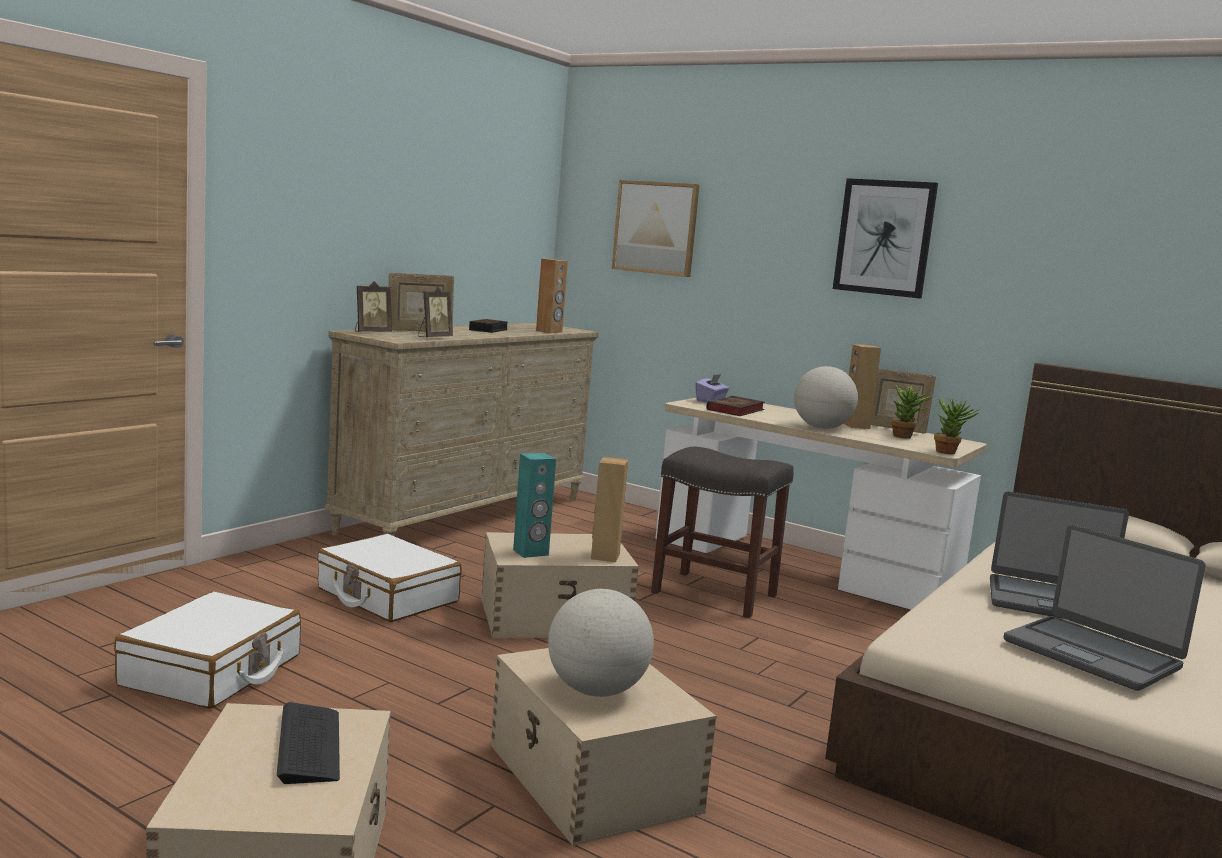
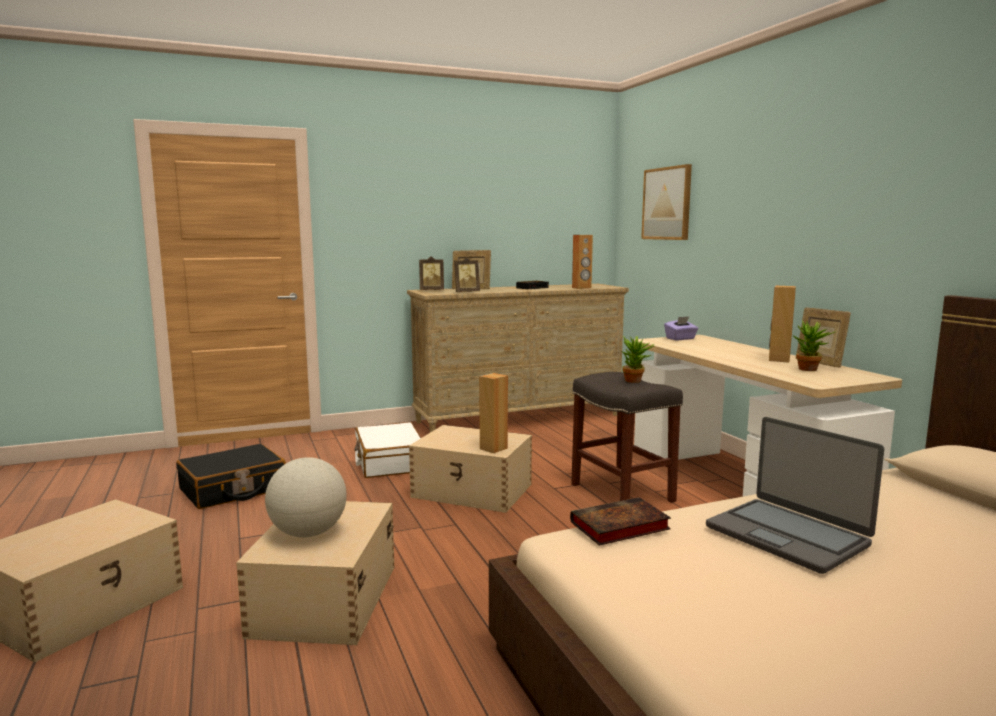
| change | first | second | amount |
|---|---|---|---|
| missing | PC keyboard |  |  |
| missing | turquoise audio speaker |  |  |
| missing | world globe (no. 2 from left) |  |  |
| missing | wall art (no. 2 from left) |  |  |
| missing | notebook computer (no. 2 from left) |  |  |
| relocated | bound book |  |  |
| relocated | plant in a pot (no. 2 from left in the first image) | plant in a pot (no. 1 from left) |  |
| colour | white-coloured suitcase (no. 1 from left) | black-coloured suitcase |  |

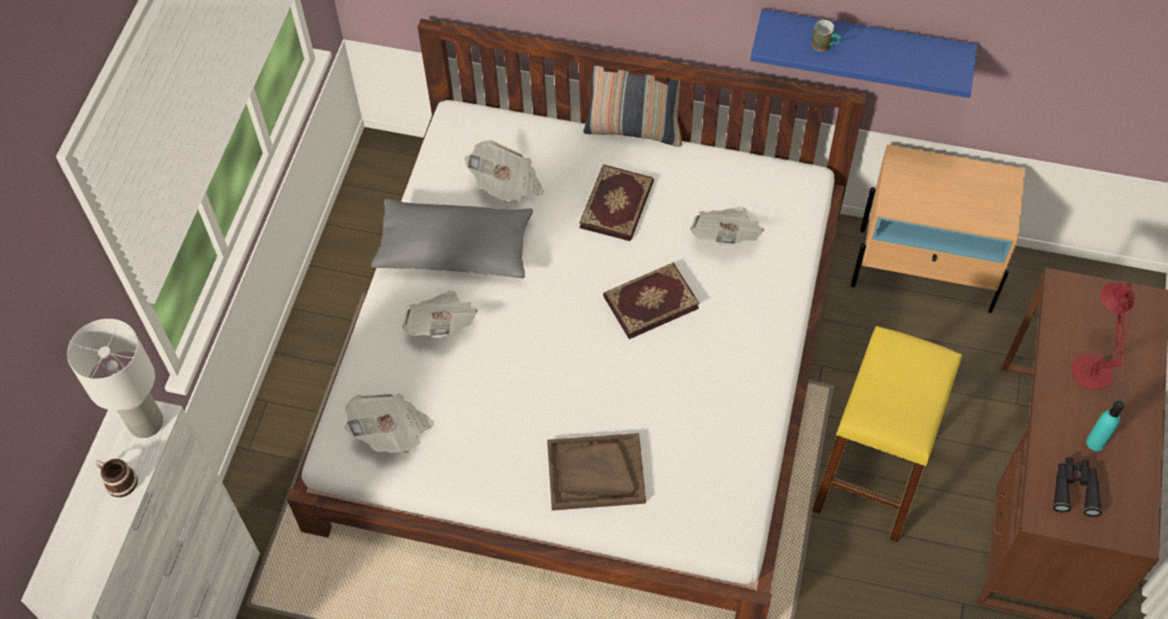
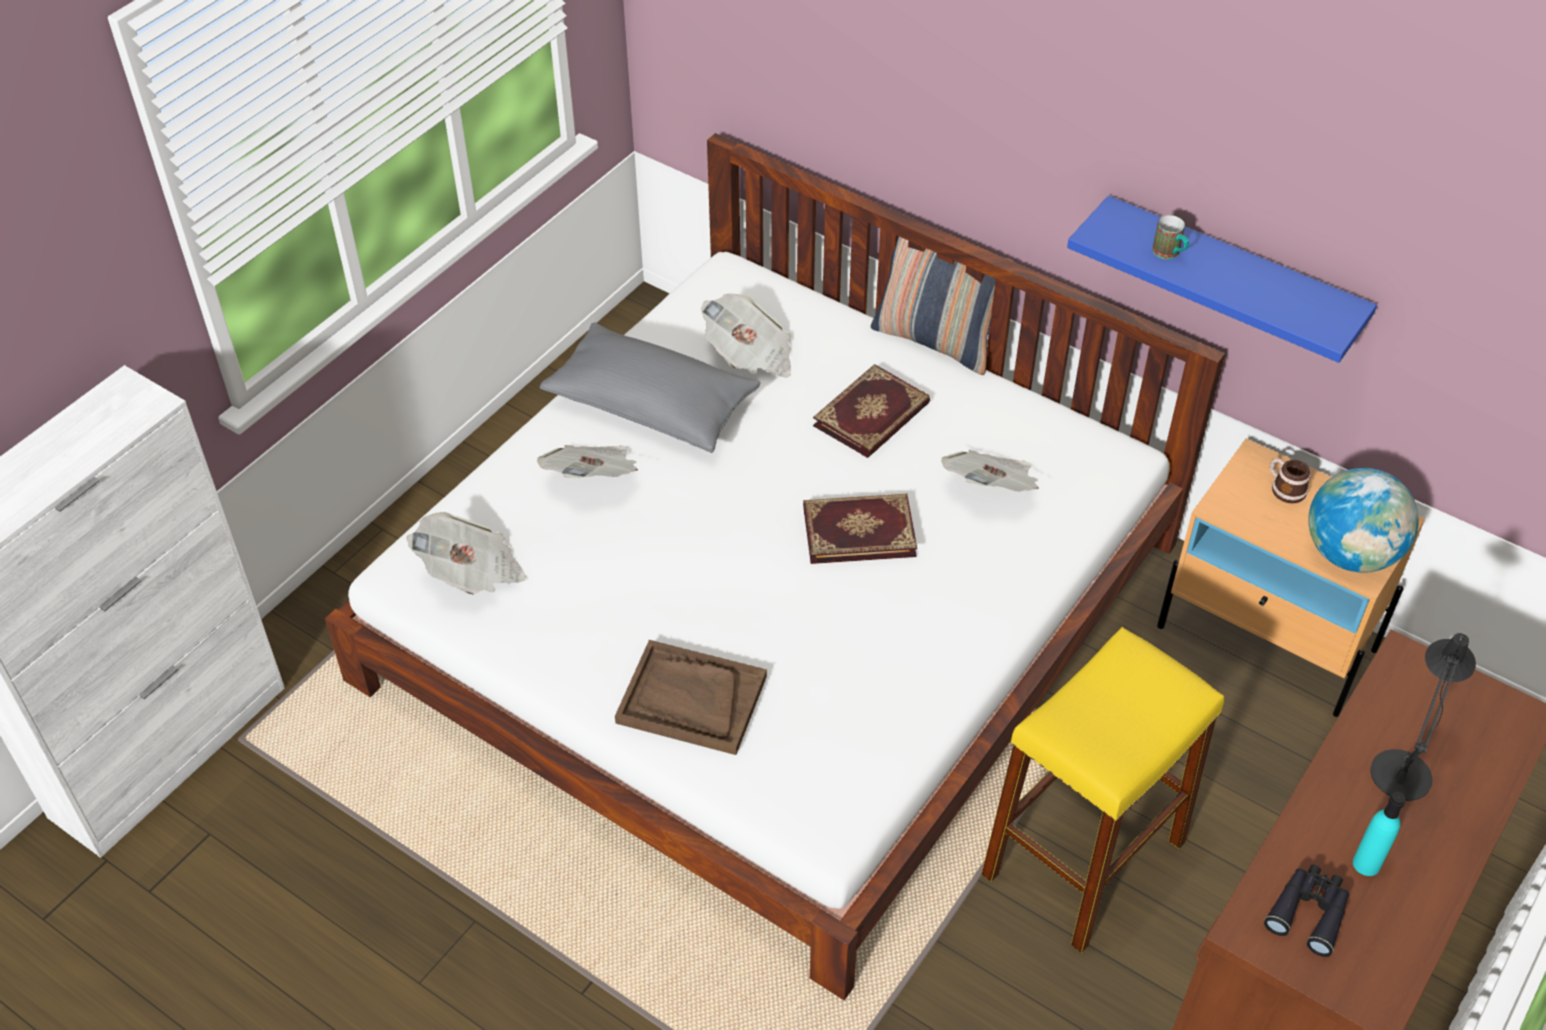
| change | first | second | amount |
|---|---|---|---|
| missing | white-coloured tabletop lamp |  |  |
| appeared |  | world globe |  |
| relocated | mug (no. 1 from left in the first image) | mug (no. 2 from left) |  |
| colour | reddish tabletop lamp | black-coloured tabletop lamp |  |

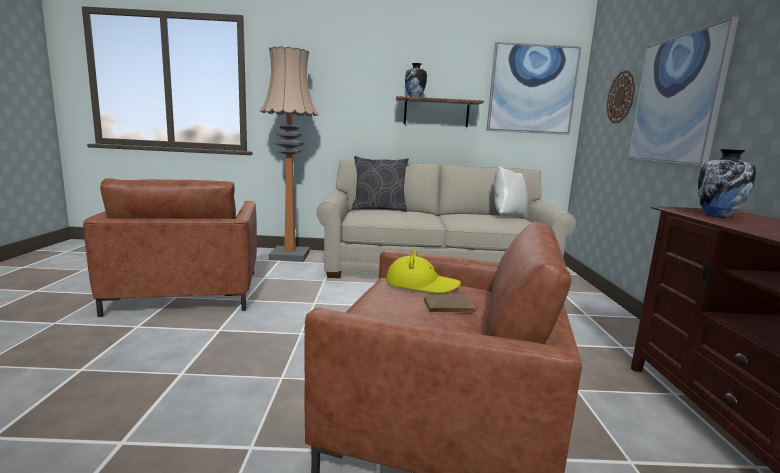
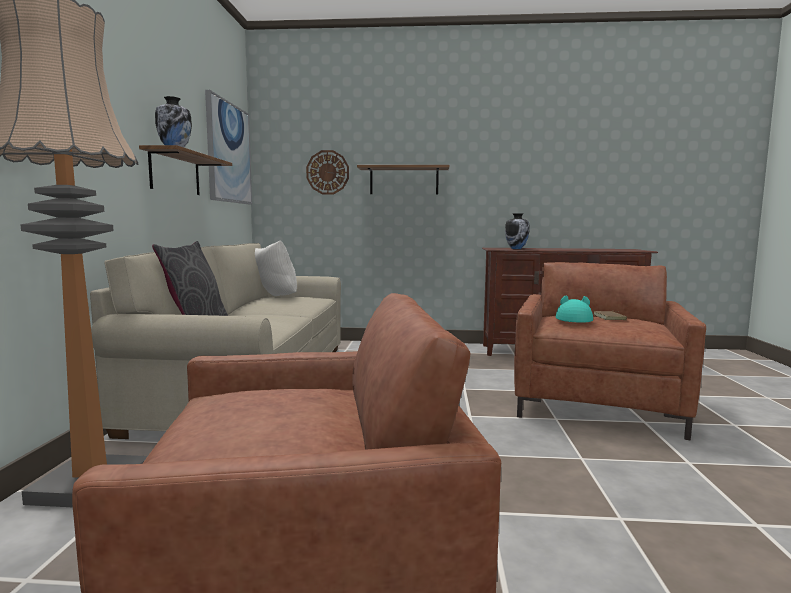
| change | first | second | amount |
|---|---|---|---|
| exchanged | wall art (no. 2 from left) | shelf (no. 2 from left) |  |
| colour | yellow clothing hat | turquoise clothing hat |  |

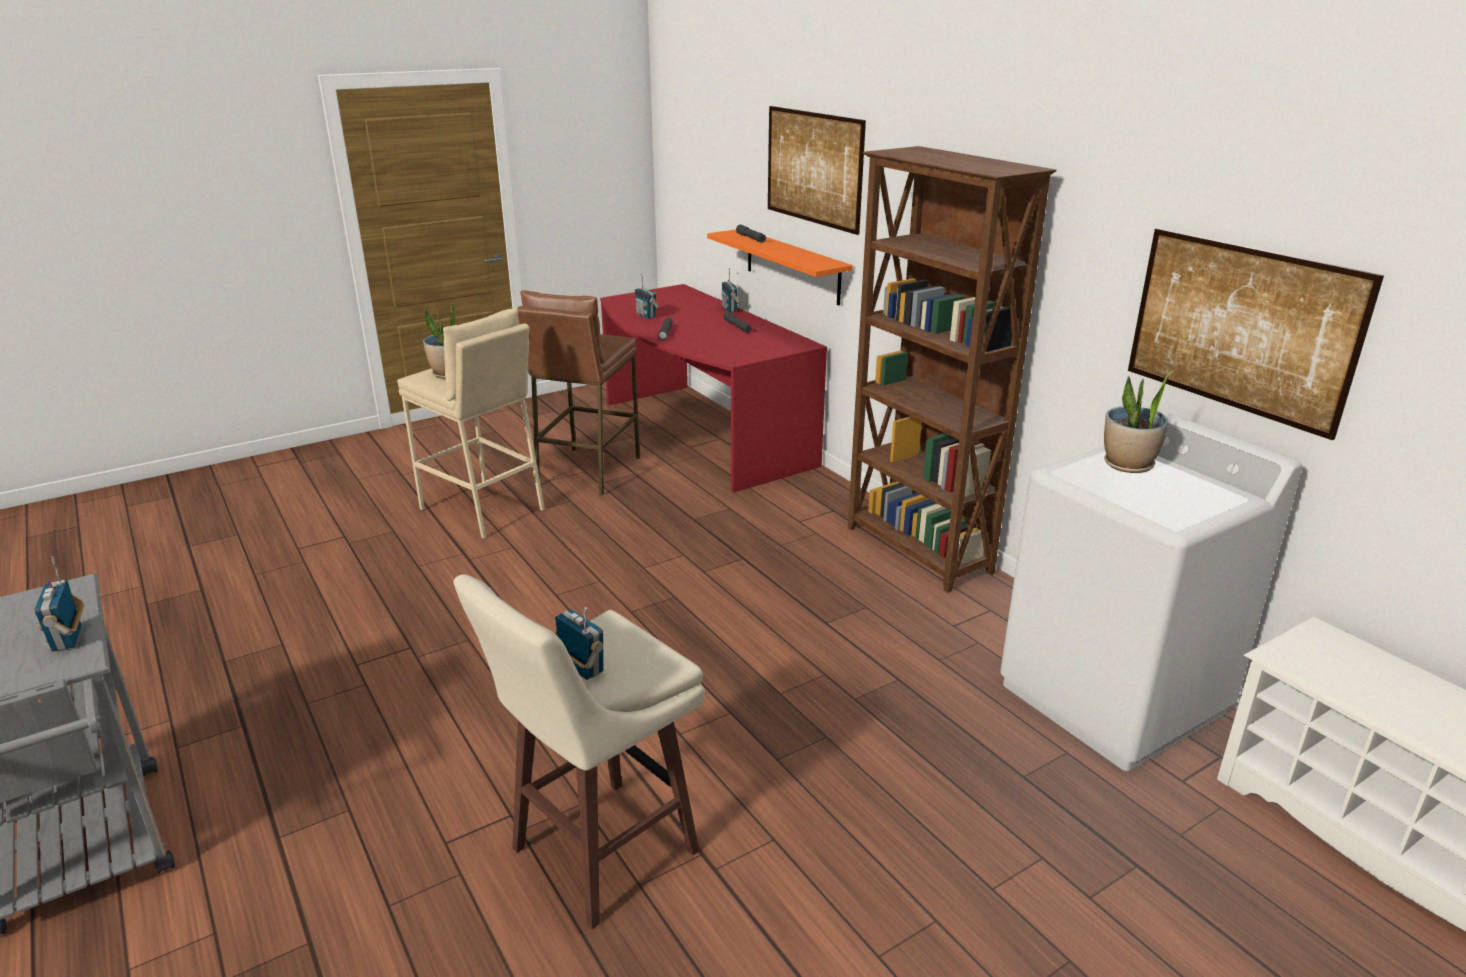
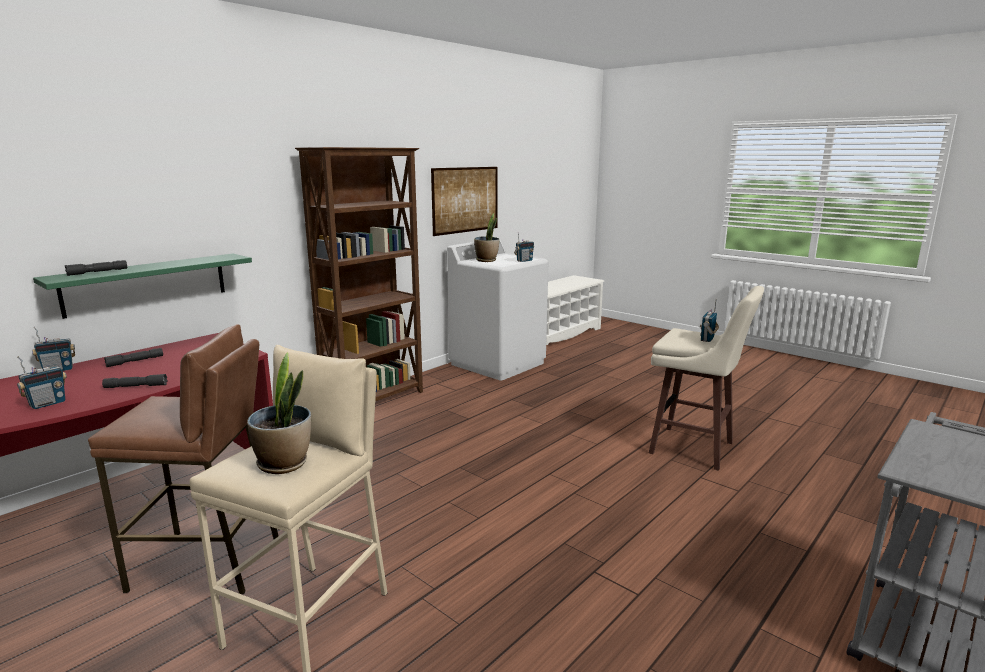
| change | first | second | amount |
|---|---|---|---|
| missing | wall art (no. 1 from left) |  |  |
| relocated | radio set (no. 1 from left in the first image) | radio set (no. 3 from left) |  |
| colour | orangey shelf | greenish shelf |  |

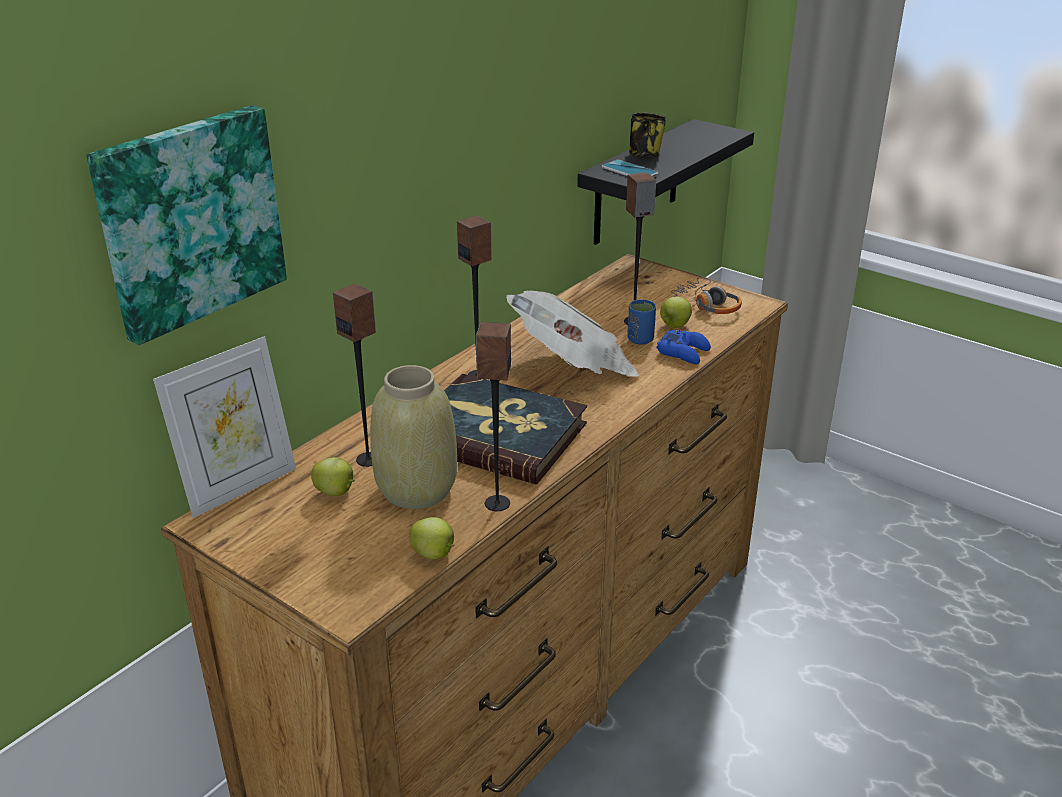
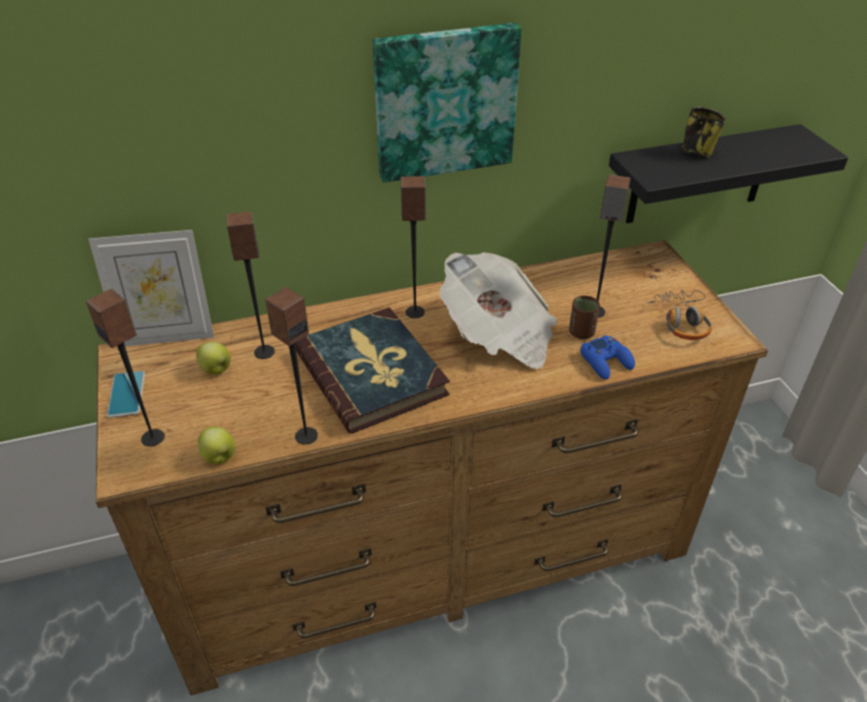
| change | first | second | amount |
|---|---|---|---|
| missing | sand-coloured vase |  |  |
| missing | apple (no. 3 from left) |  |  |
| appeared |  | audio speaker (no. 1 from left) |  |
| relocated | wall art |  |  |
| relocated | phone |  |  |
| colour | bluish small cup | brown-coloured small cup |  |

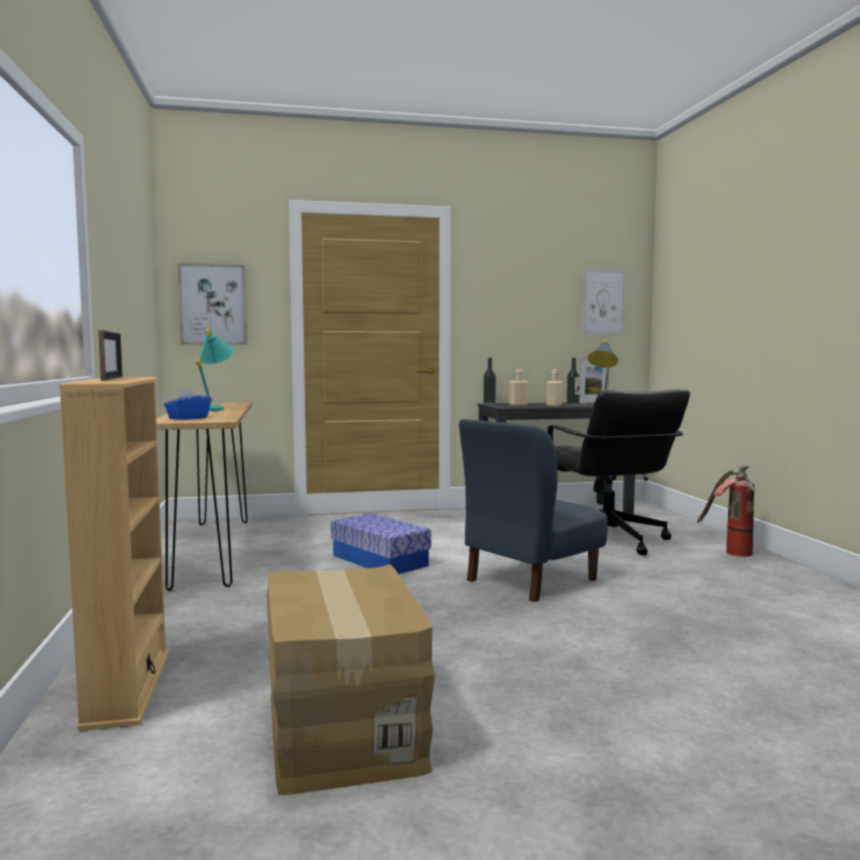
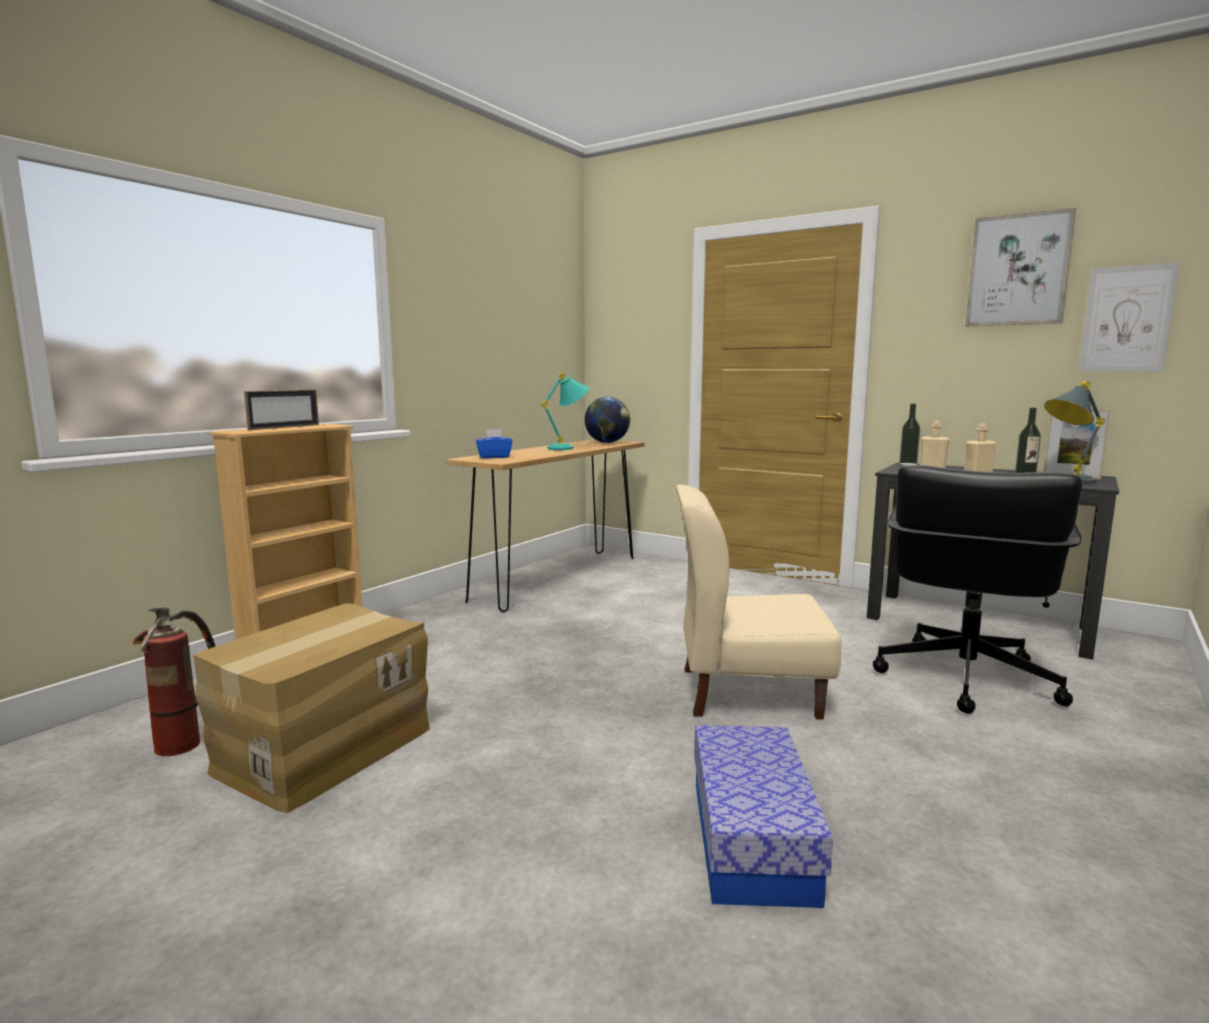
| change | first | second | amount |
|---|---|---|---|
| appeared |  | world globe |  |
| relocated | wall art (no. 1 from left) |  |  |
| relocated | storage bin |  |  |
| relocated | fire extinguisher |  |  |
| colour | bluish chair | sand-coloured chair |  |

